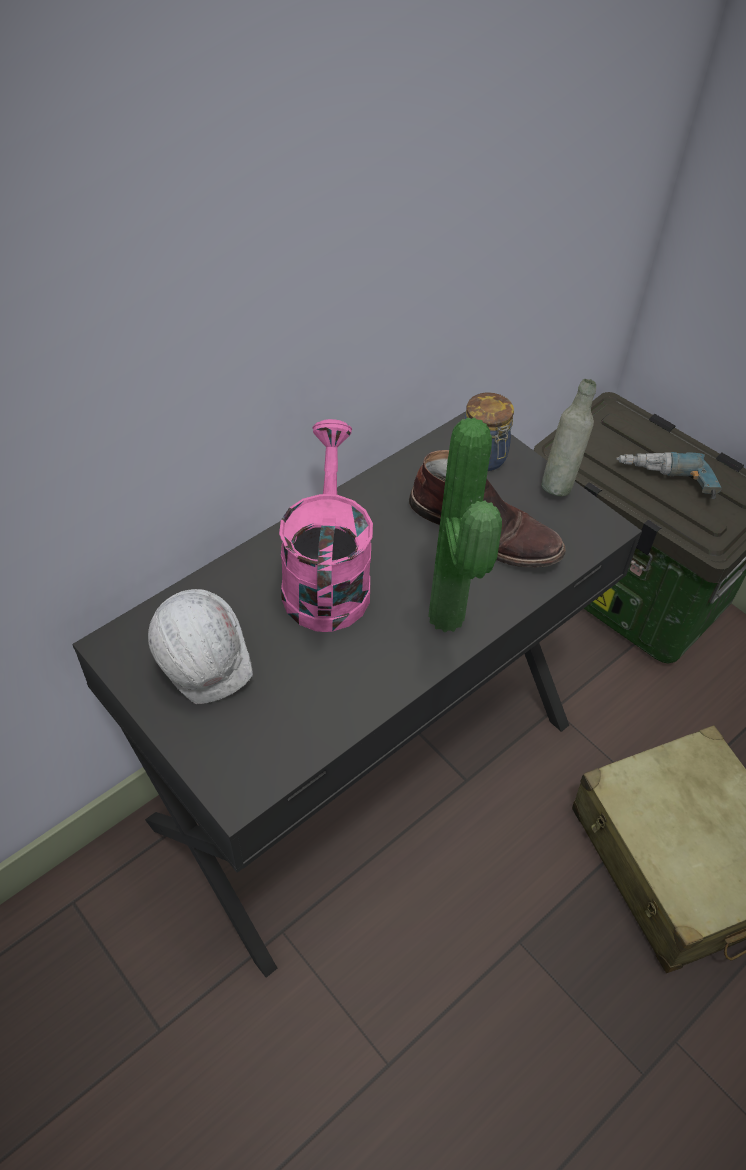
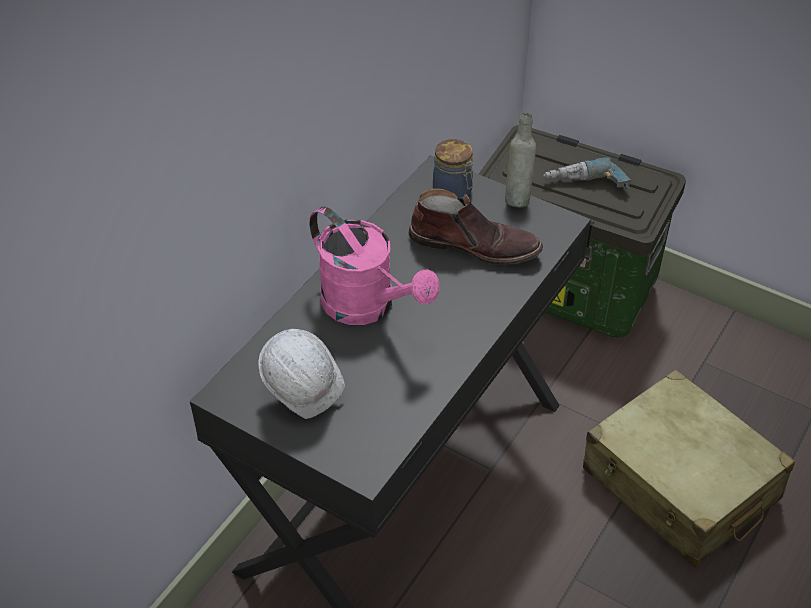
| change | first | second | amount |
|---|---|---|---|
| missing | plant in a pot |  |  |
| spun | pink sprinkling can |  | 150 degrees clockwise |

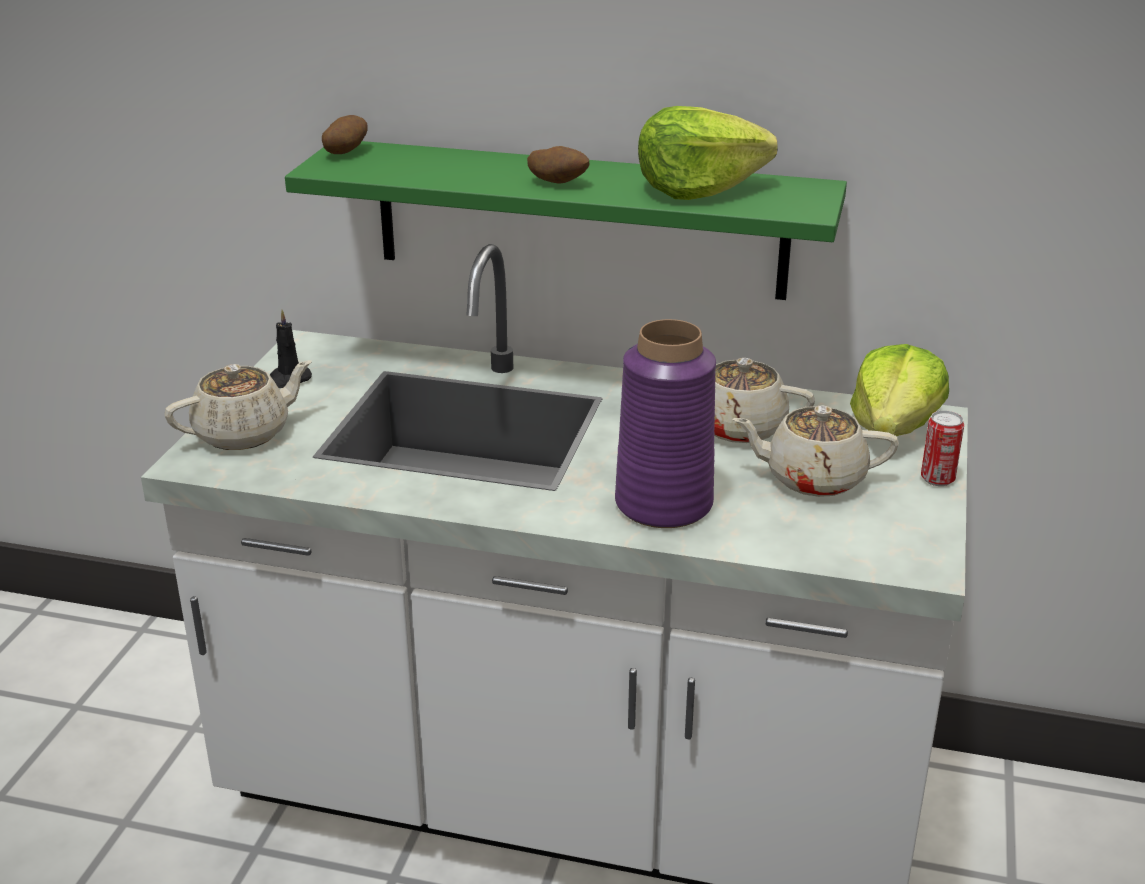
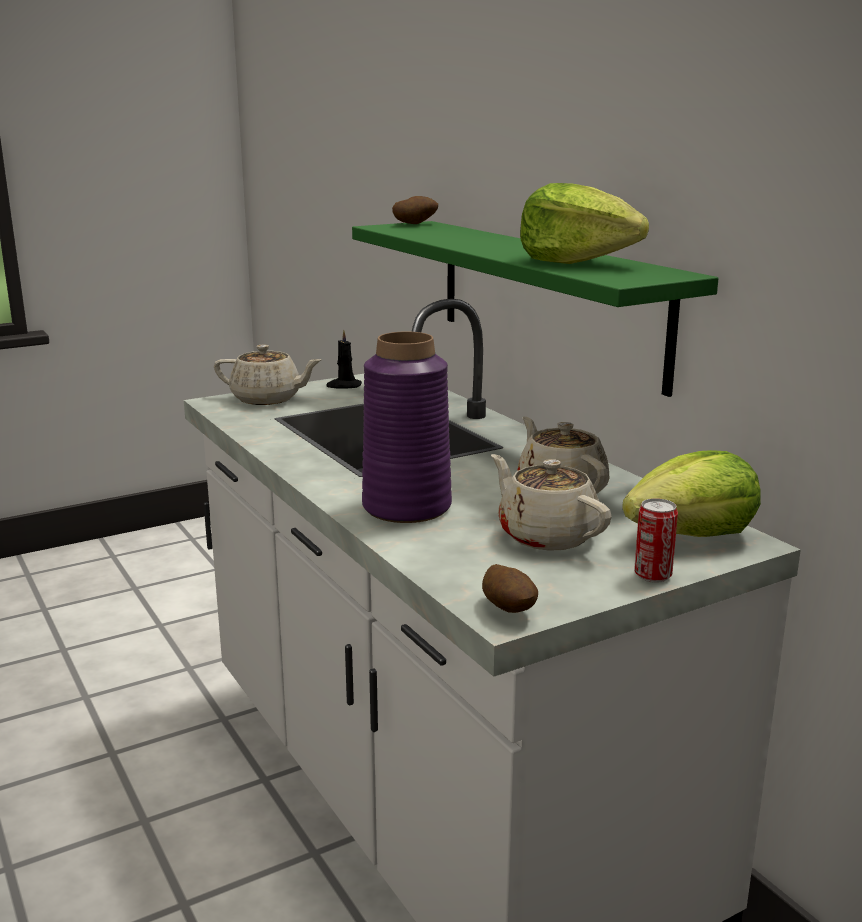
| change | first | second | amount |
|---|---|---|---|
| relocated | spud (no. 2 from left) |  |  |

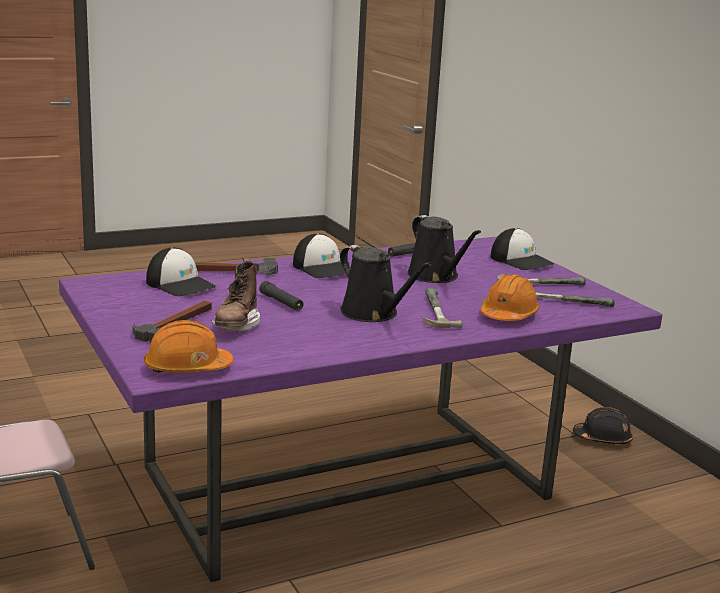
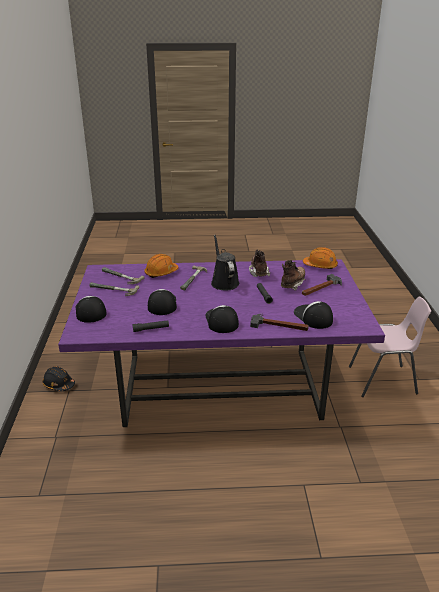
| change | first | second | amount |
|---|---|---|---|
| appeared |  | brown-coloured tall boot (no. 1 from left) |  |
| exchanged | black-coloured sprinkling can (no. 2 from left) | baseball cap (no. 2 from left) |  |

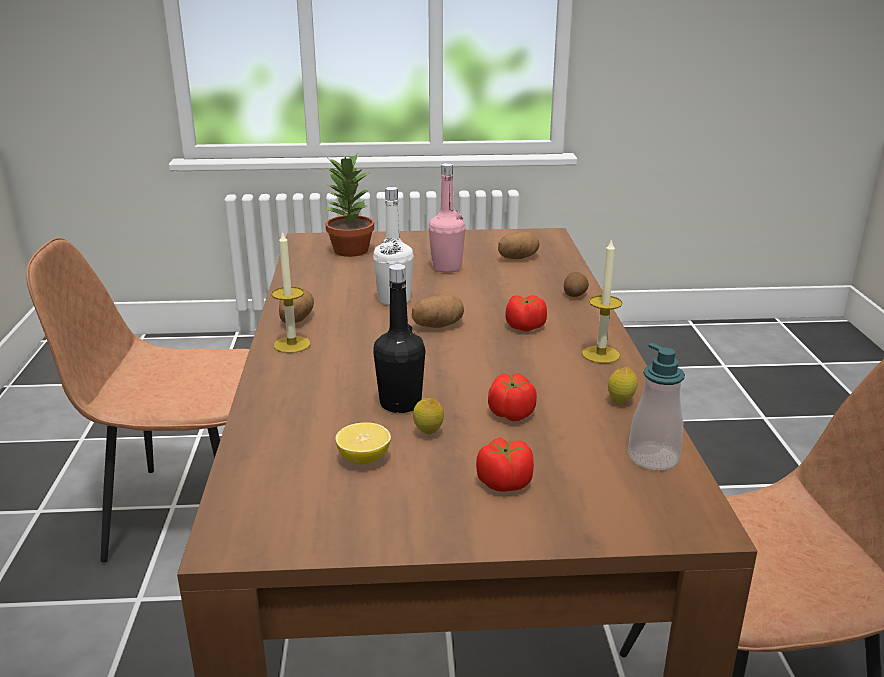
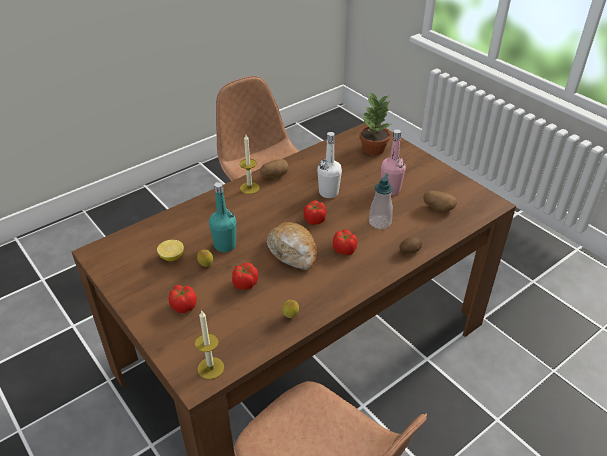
| change | first | second | amount |
|---|---|---|---|
| appeared |  | baked bread |  |
| relocated | wax light (no. 2 from left in the first image) | wax light (no. 1 from left) |  |
| relocated | soap dispenser |  |  |
| exchanged | spud (no. 2 from left) | whole tomato (no. 3 from left) |  |
| colour | black-coloured beverage bottle | turquoise beverage bottle |  |

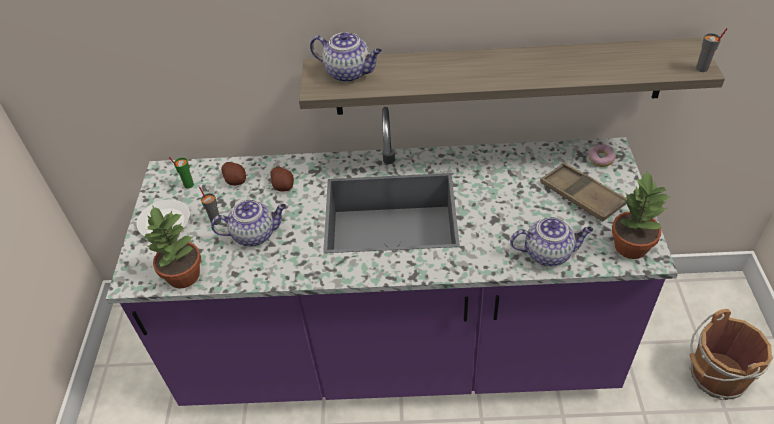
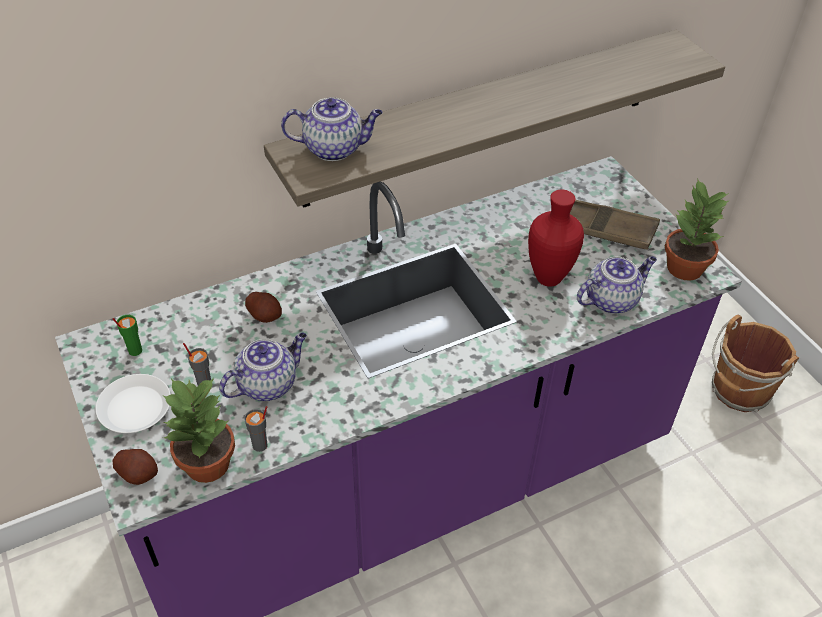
| change | first | second | amount |
|---|---|---|---|
| missing | doughnut |  |  |
| appeared |  | reddish vase |  |
| relocated | spud (no. 1 from left) |  |  |
| relocated | gray small cup (no. 2 from left) |  |  |

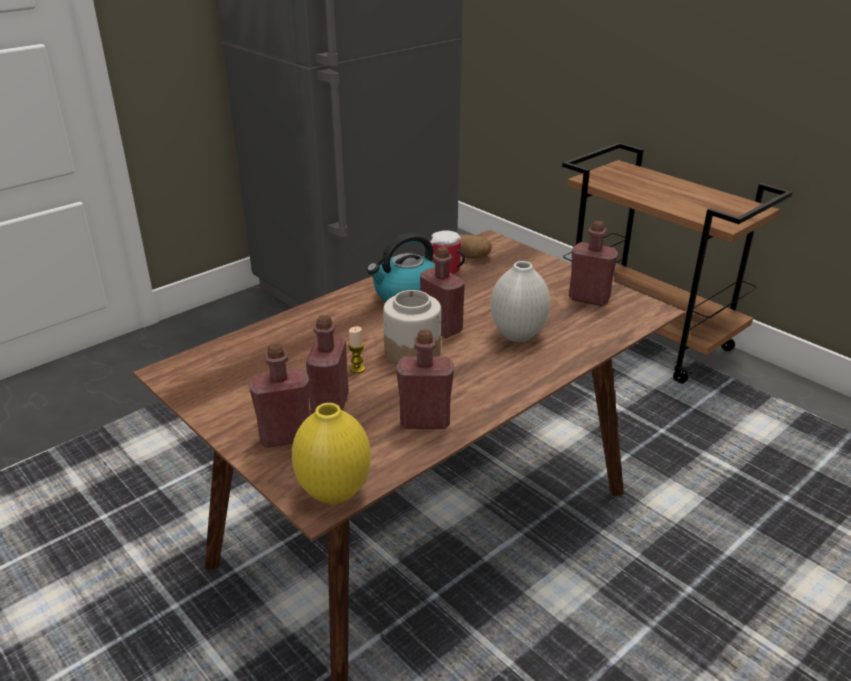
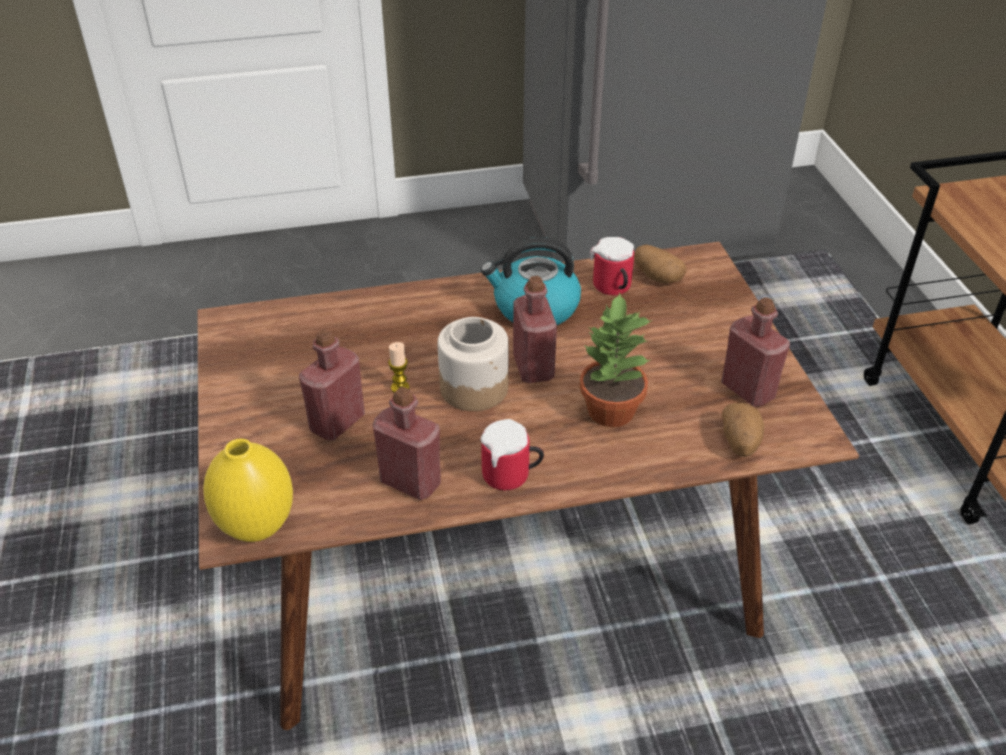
| change | first | second | amount |
|---|---|---|---|
| missing | reddish beverage bottle (no. 1 from left) |  |  |
| appeared |  | mug (no. 1 from left) |  |
| appeared |  | spud (no. 2 from left) |  |
| exchanged | white-coloured vase | plant in a pot |  |

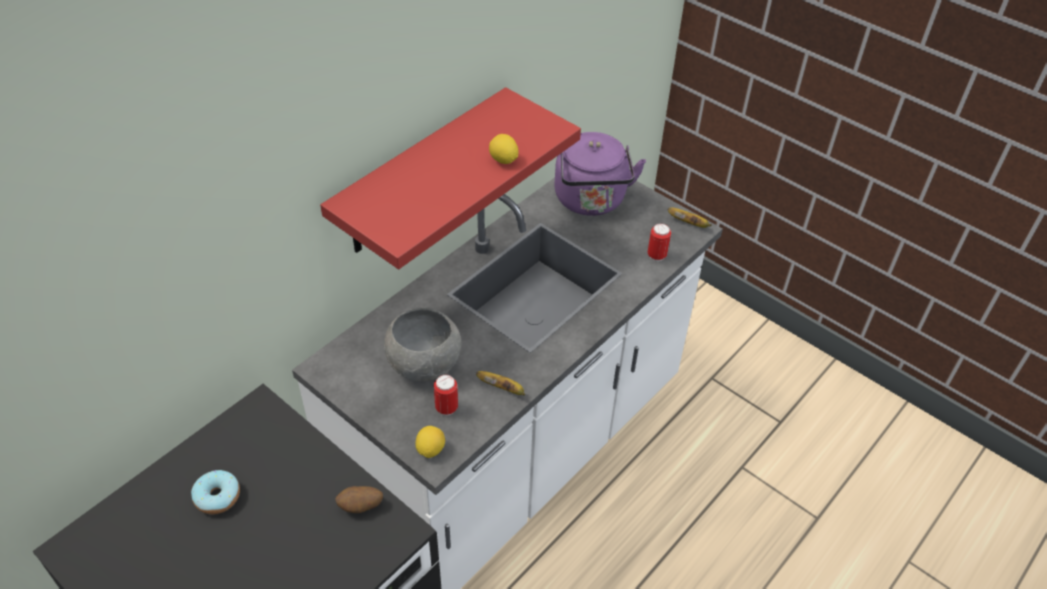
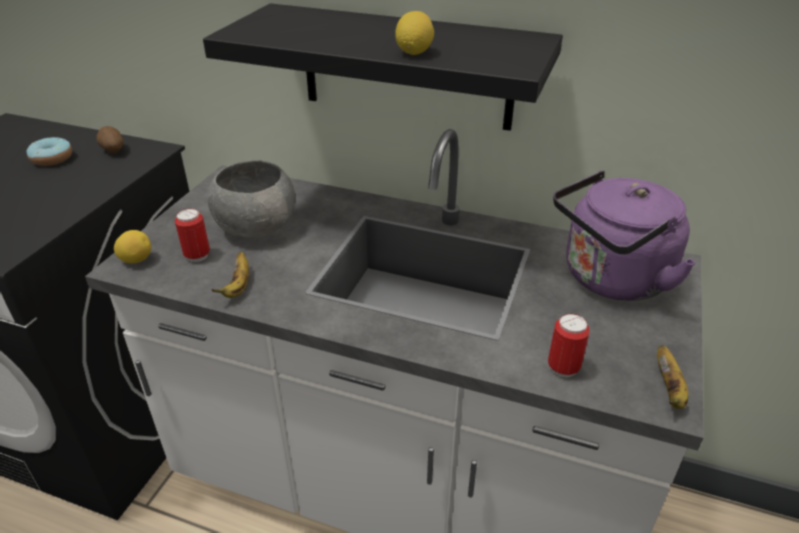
| change | first | second | amount |
|---|---|---|---|
| relocated | spud |  |  |
| colour | reddish shelf | black-coloured shelf |  |

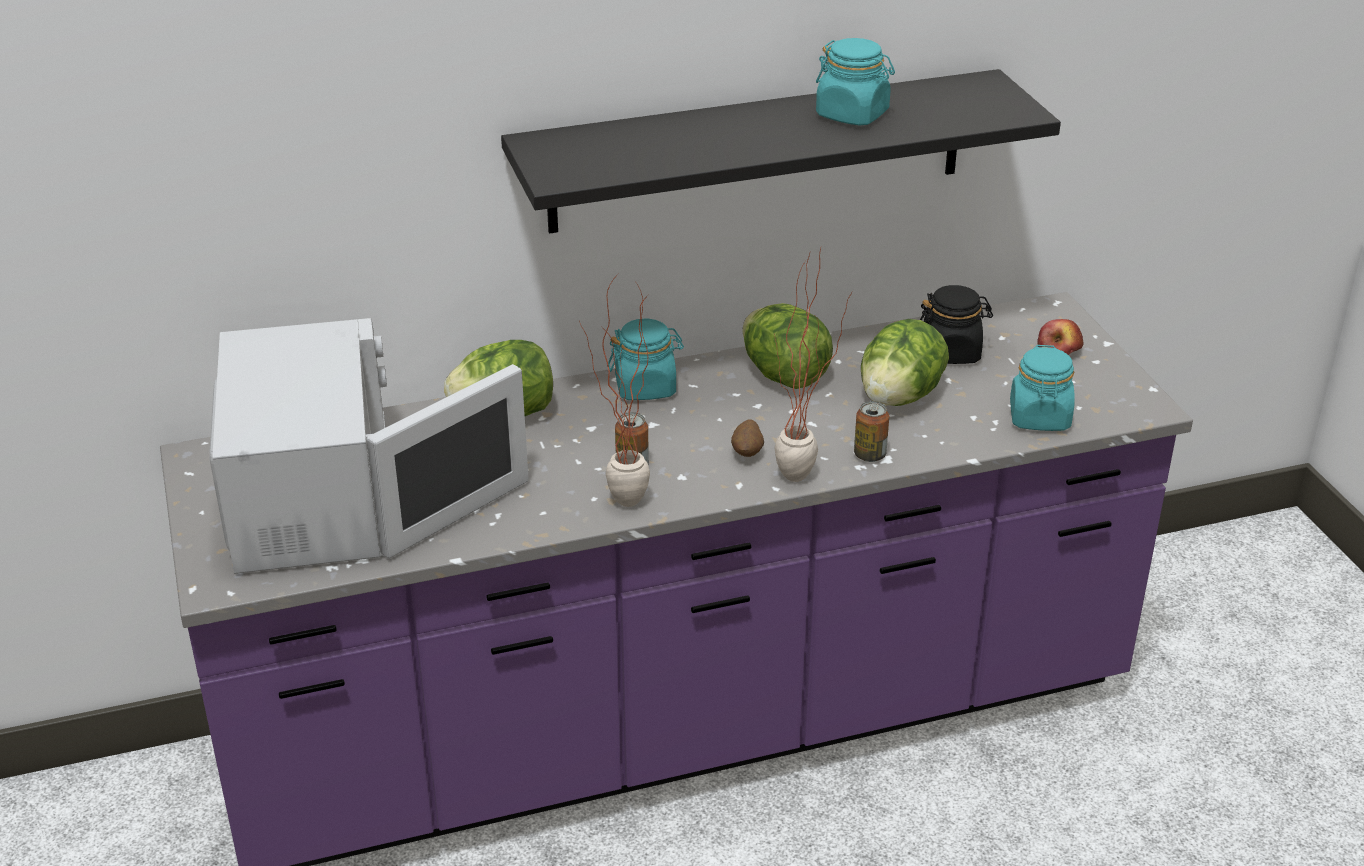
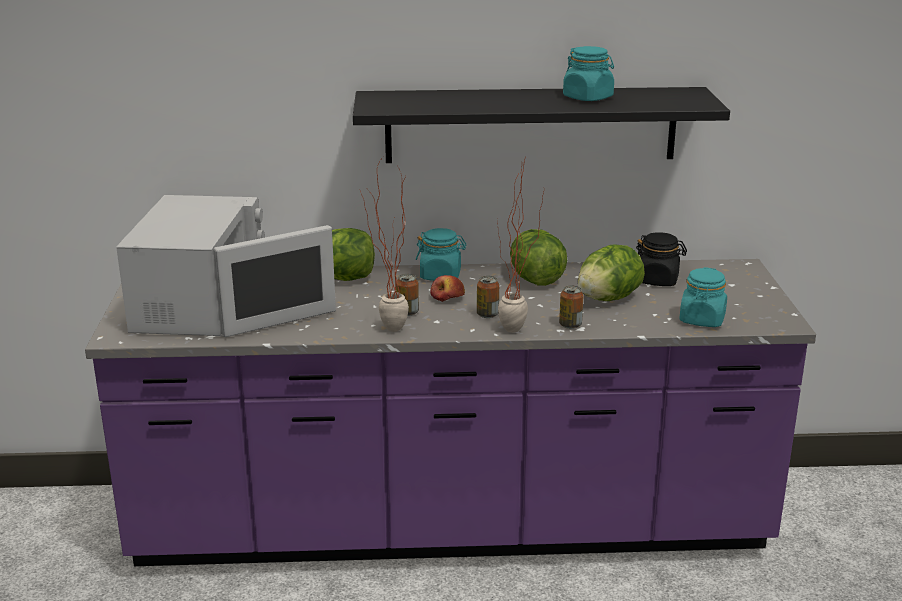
| change | first | second | amount |
|---|---|---|---|
| relocated | apple |  |  |
| exchanged | spud | can (no. 2 from left) |  |

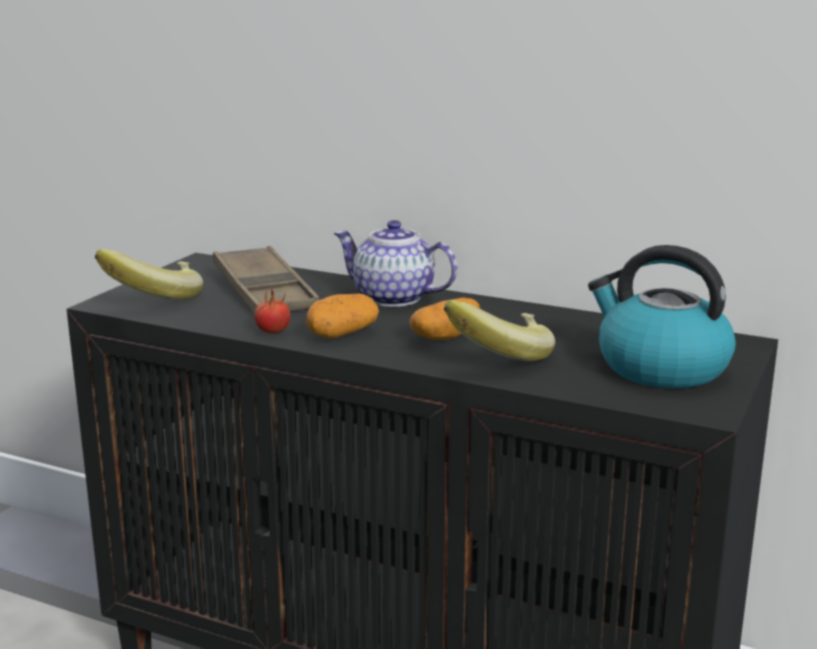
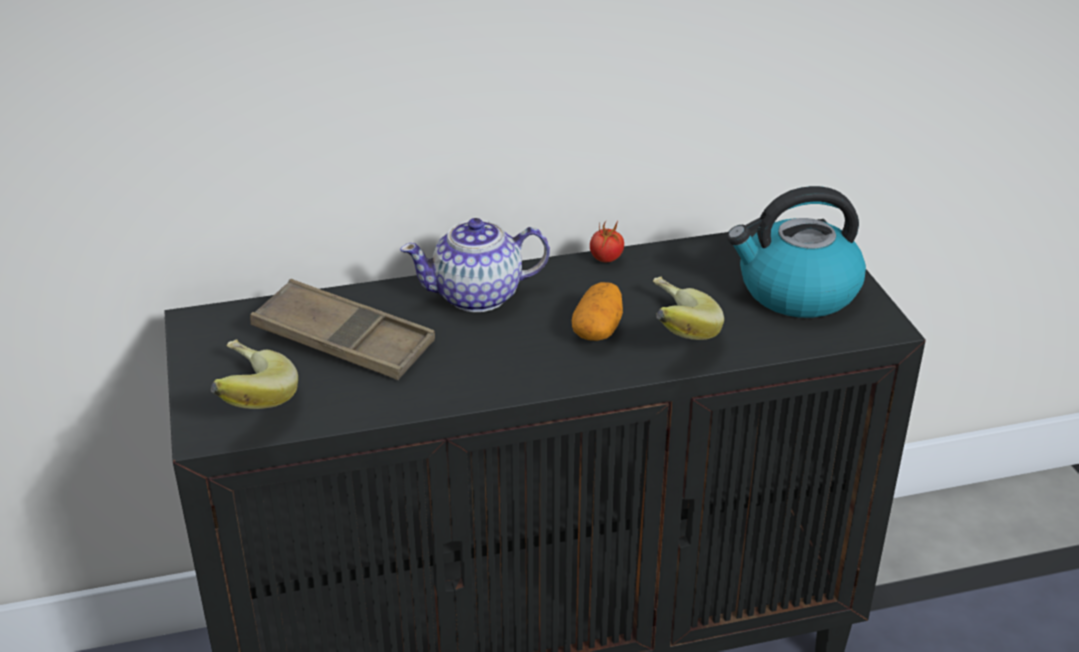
| change | first | second | amount |
|---|---|---|---|
| missing | spud (no. 1 from left) |  |  |
| relocated | whole tomato |  |  |

